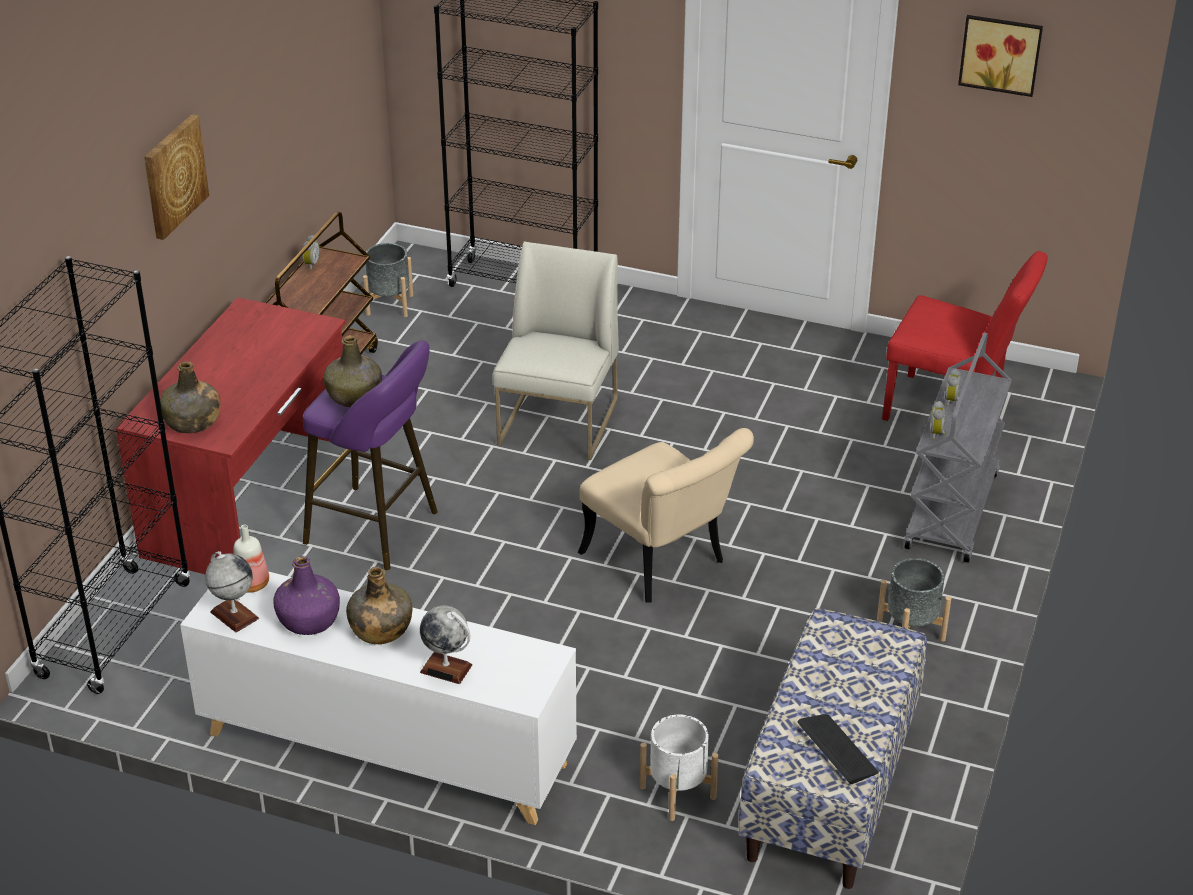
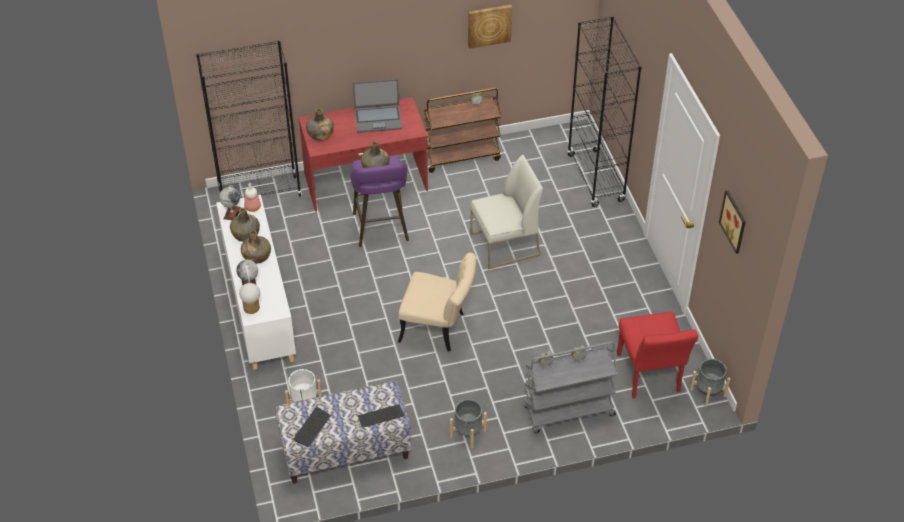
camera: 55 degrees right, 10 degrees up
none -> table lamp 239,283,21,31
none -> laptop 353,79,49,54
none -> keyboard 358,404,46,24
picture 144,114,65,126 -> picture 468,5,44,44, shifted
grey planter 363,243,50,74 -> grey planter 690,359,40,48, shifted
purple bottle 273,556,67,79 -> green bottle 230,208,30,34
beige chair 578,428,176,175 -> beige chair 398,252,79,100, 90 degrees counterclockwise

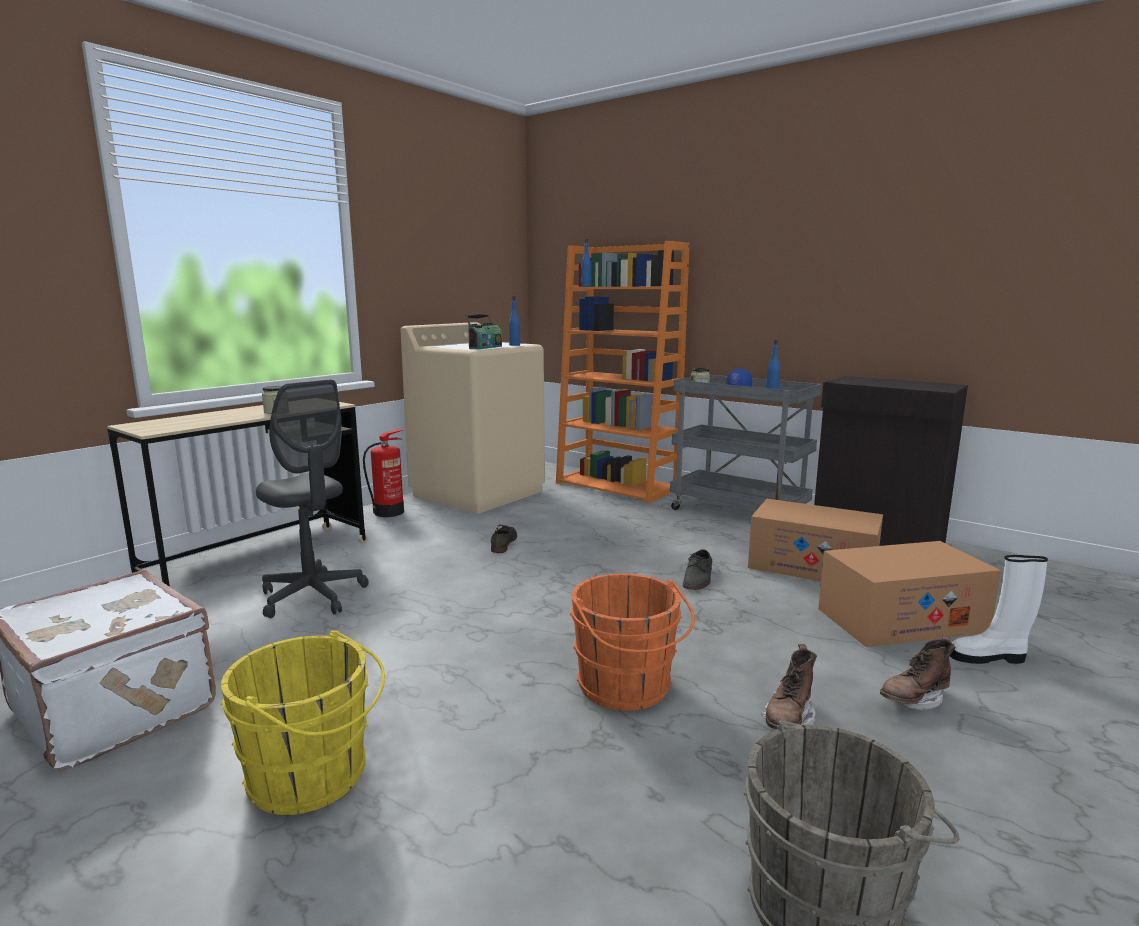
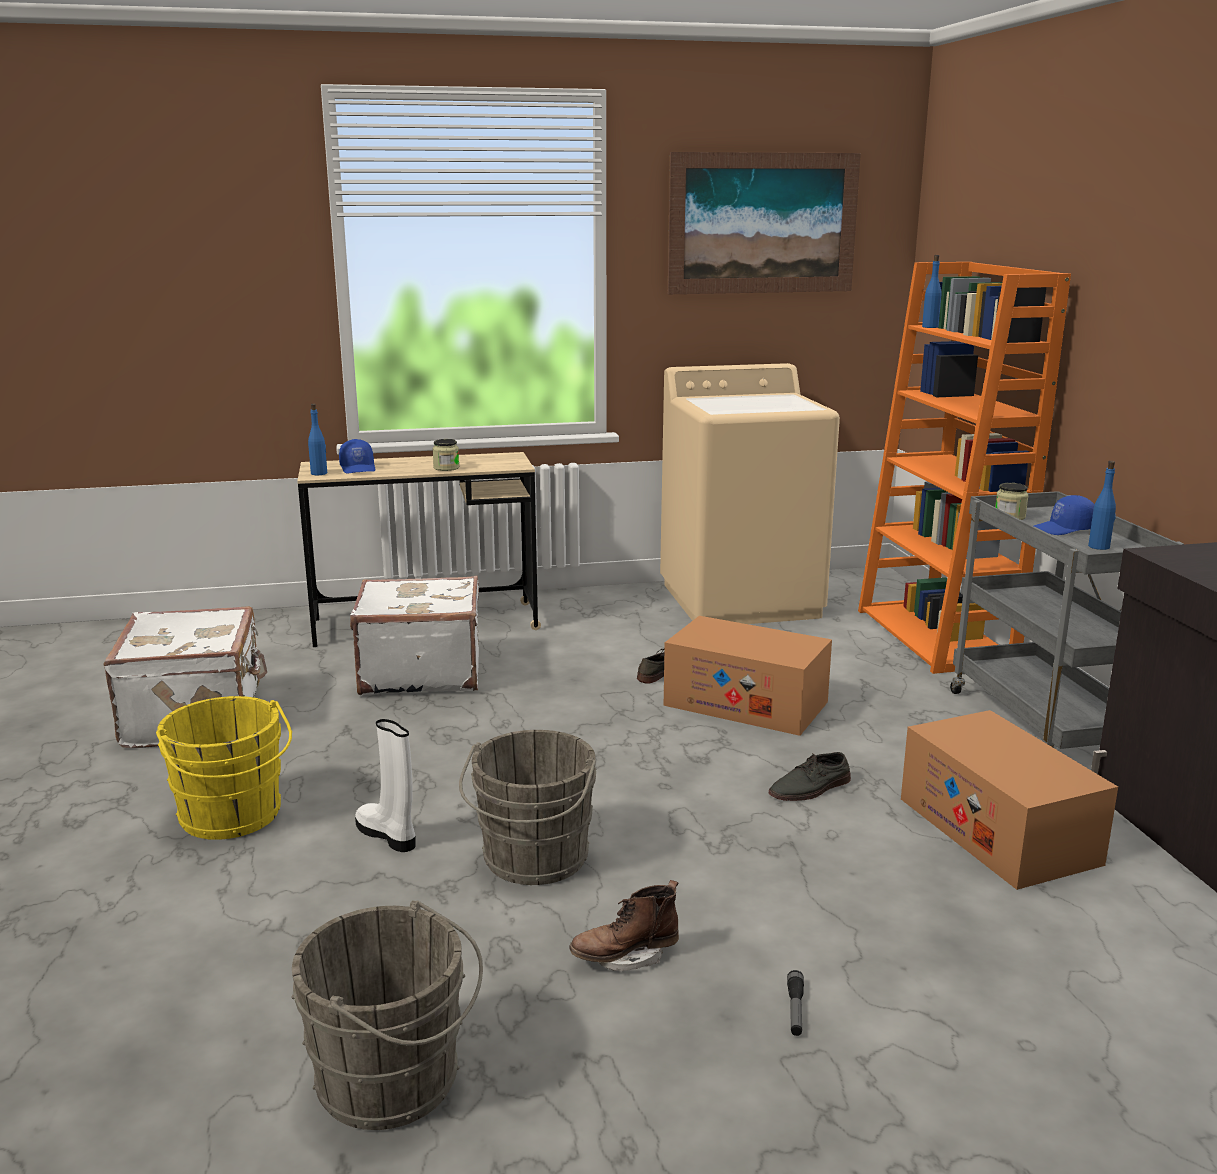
camera: 40 degrees right, 5 degrees up
fire extinguisher 363,429,41,88 -> none
radio 465,314,37,36 -> none
none -> blue cap 339,439,36,35
none -> picture 668,152,193,142
blue bottle 509,296,11,50 -> blue bottle 308,403,19,72, shifted
cardboard box 818,541,183,106 -> cardboard box 664,616,168,120, shifted
white boot 950,555,98,109 -> white boot 355,719,61,133, shifted
grey office chair 256,380,113,238 -> white suitcase 350,576,129,119
brown boot 880,635,75,75 -> flashlight 787,970,17,66
orange bucket 570,573,125,138 -> grey bucket 459,730,138,155

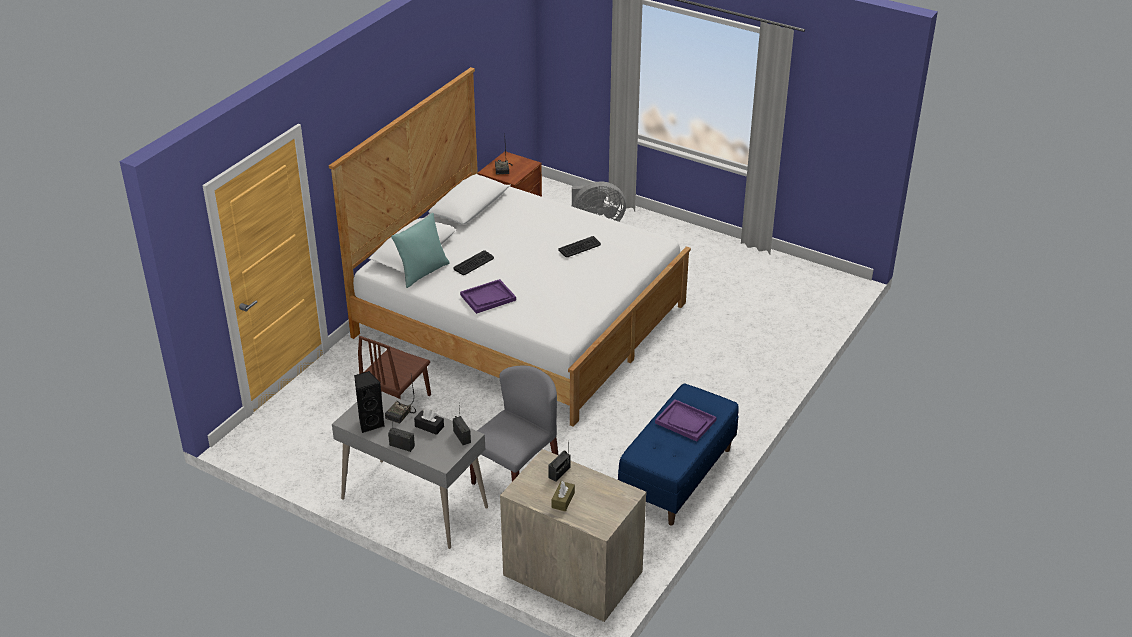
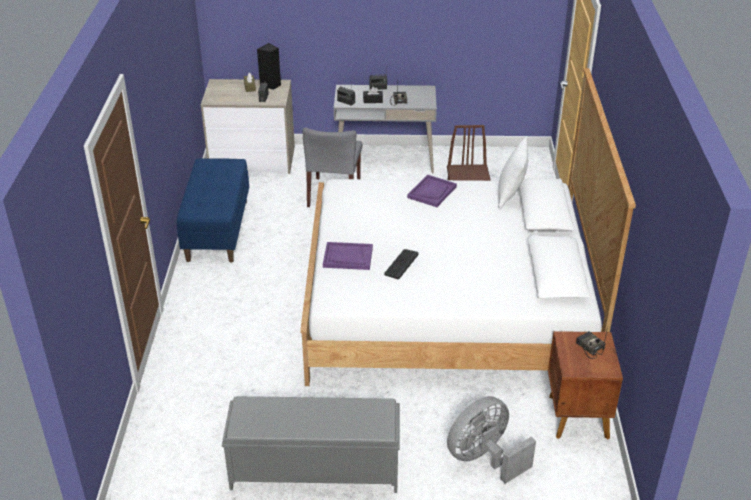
camera: 150 degrees right, 0 degrees up
keyboard 453,250,41,25 -> none
none -> grey bench 222,396,178,97
black speaker 354,371,31,62 -> black speaker 257,43,24,47, shifted
purple tray 655,399,62,43 -> purple tray 323,242,50,28, shifted
turquoise pillow 391,213,59,75 -> white pillow 498,137,30,73

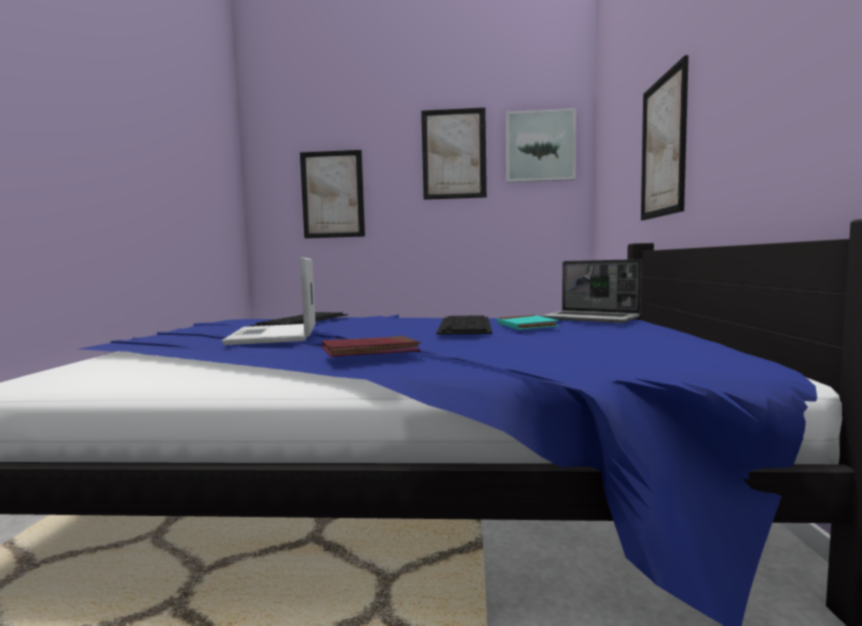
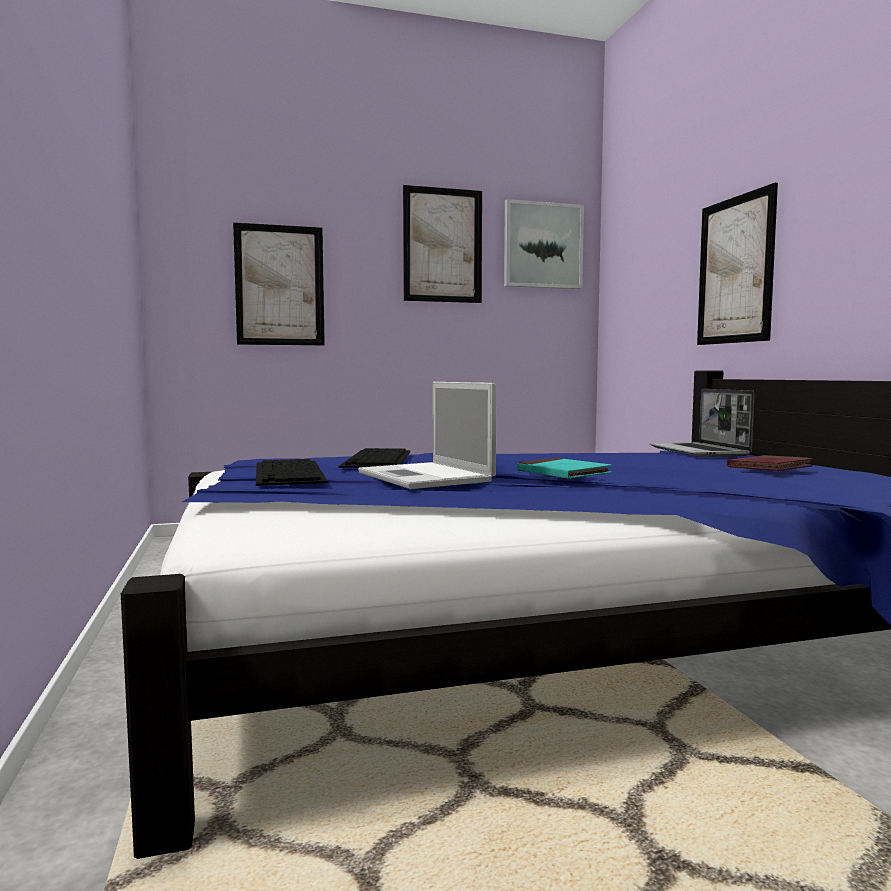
camera: 20 degrees left, 0 degrees up
red book 322,336,99,21 -> red book 727,455,86,16, shifted
keyboard 436,315,56,20 -> keyboard 256,459,72,27, shifted
turquoise book 497,315,62,15 -> turquoise book 517,458,95,21, shifted
laptop 541,259,101,64 -> laptop 650,389,105,68, 60 degrees clockwise

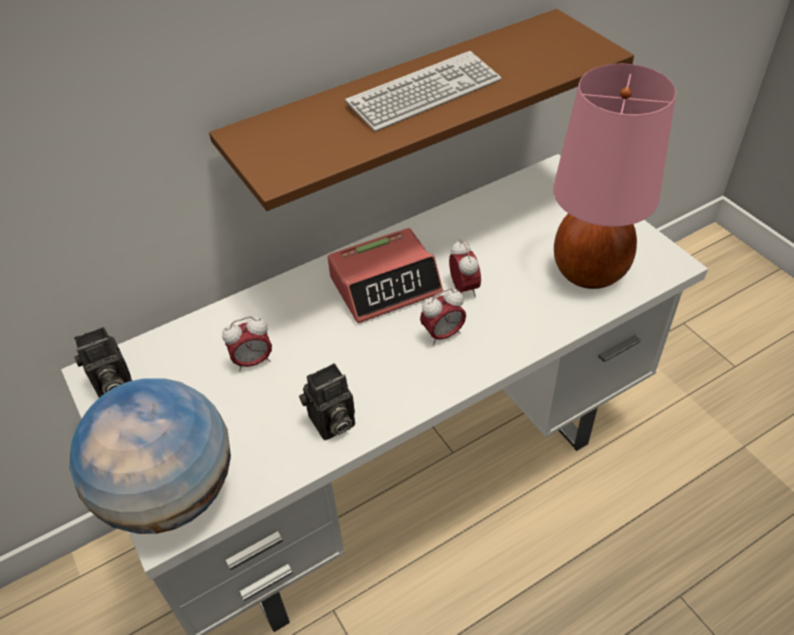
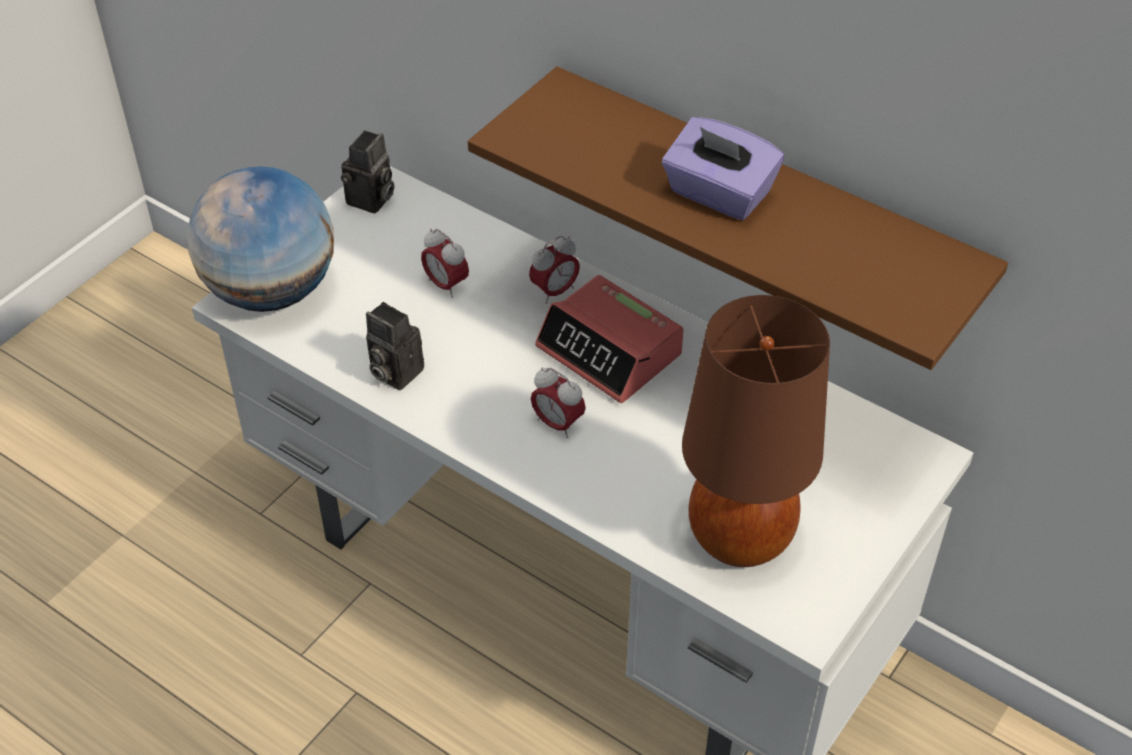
camera: 65 degrees right, 0 degrees up
alarm clock 449,239,32,58 -> alarm clock 529,236,51,68, shifted
keyboard 345,51,156,80 -> purple tissue box 662,117,122,103
pink table lamp 553,64,123,225 -> brown table lamp 682,295,148,272
photo camera 74,327,58,71 -> photo camera 341,130,53,83, 105 degrees counterclockwise

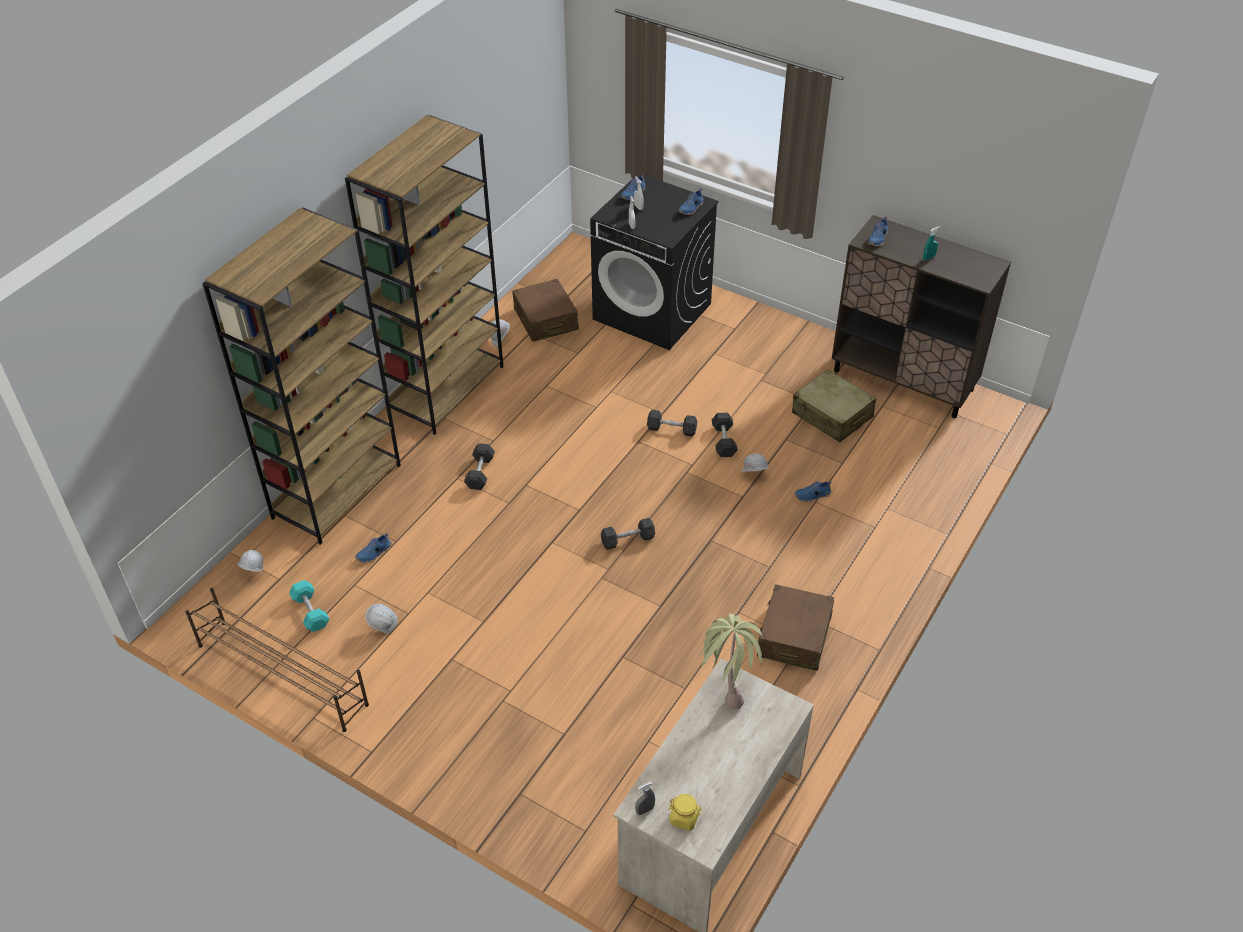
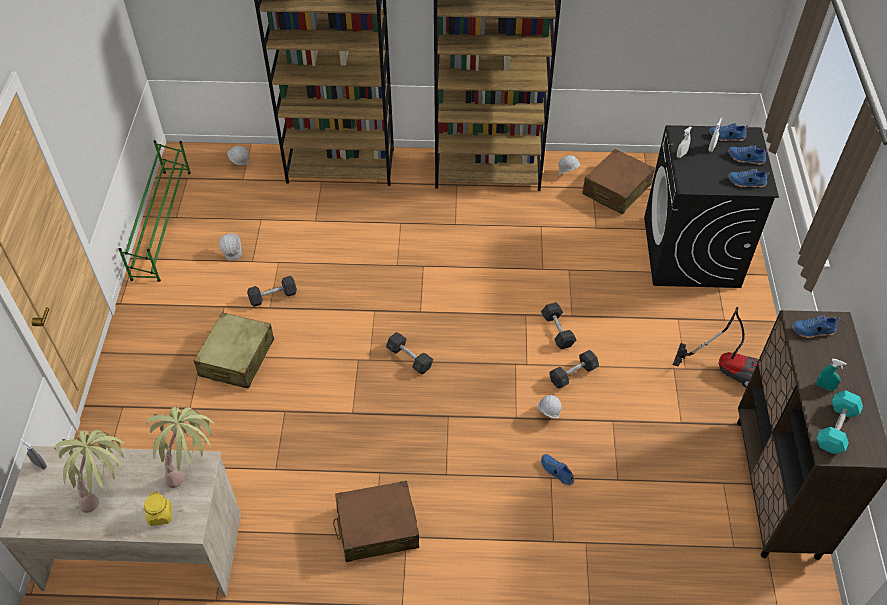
camera: 60 degrees right, 5 degrees up
none -> potted plant 55,430,71,83
none -> vacuum cleaner 673,307,86,81
turquoise dumbbell 289,580,40,52 -> turquoise dumbbell 817,390,46,64, shifted
blue shoe 355,533,36,30 -> blue shoe 728,145,40,20, shifted
grey dumbbell 464,443,31,47 -> grey dumbbell 247,276,50,31, shifted
yellow jar 668,794,34,37 -> yellow jar 144,491,28,35, shifted
beige suitcase 792,369,84,73 -> beige suitcase 194,312,80,77, shifted
brown shoe rack 186,588,183,144 -> green shoe rack 118,140,73,142

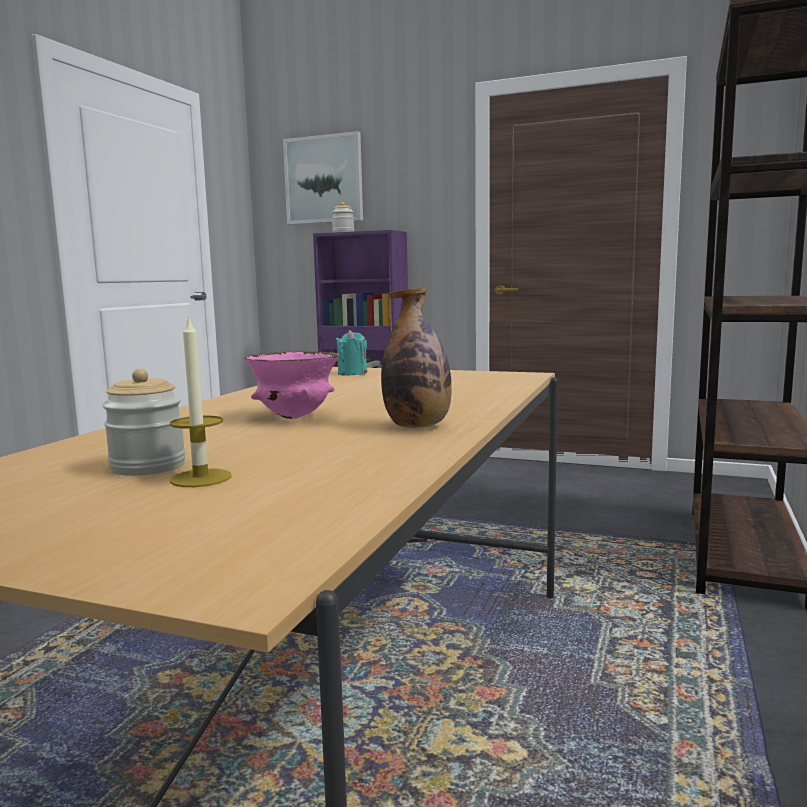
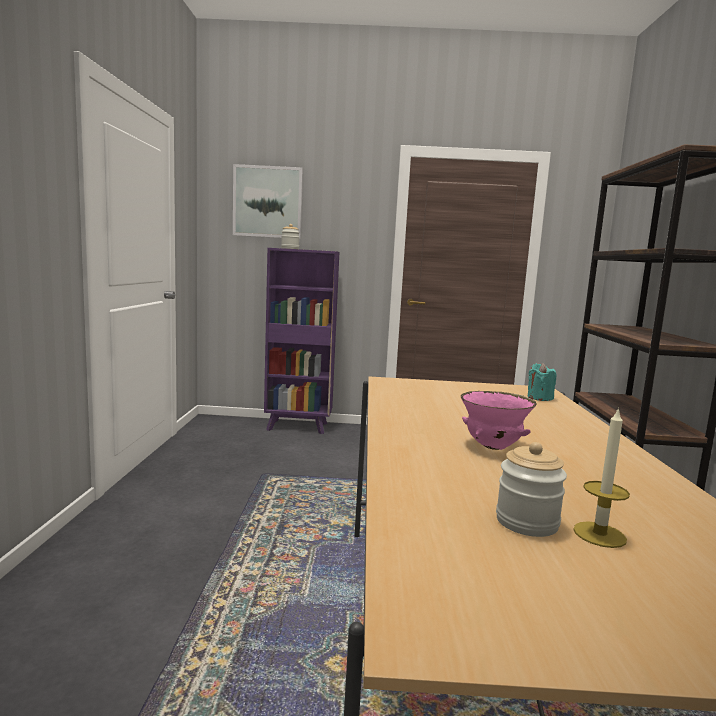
camera: 20 degrees left, 0 degrees up
bottle 381,287,71,141 -> none
turquoise candle 336,330,31,46 -> turquoise candle 528,363,29,38, shifted

